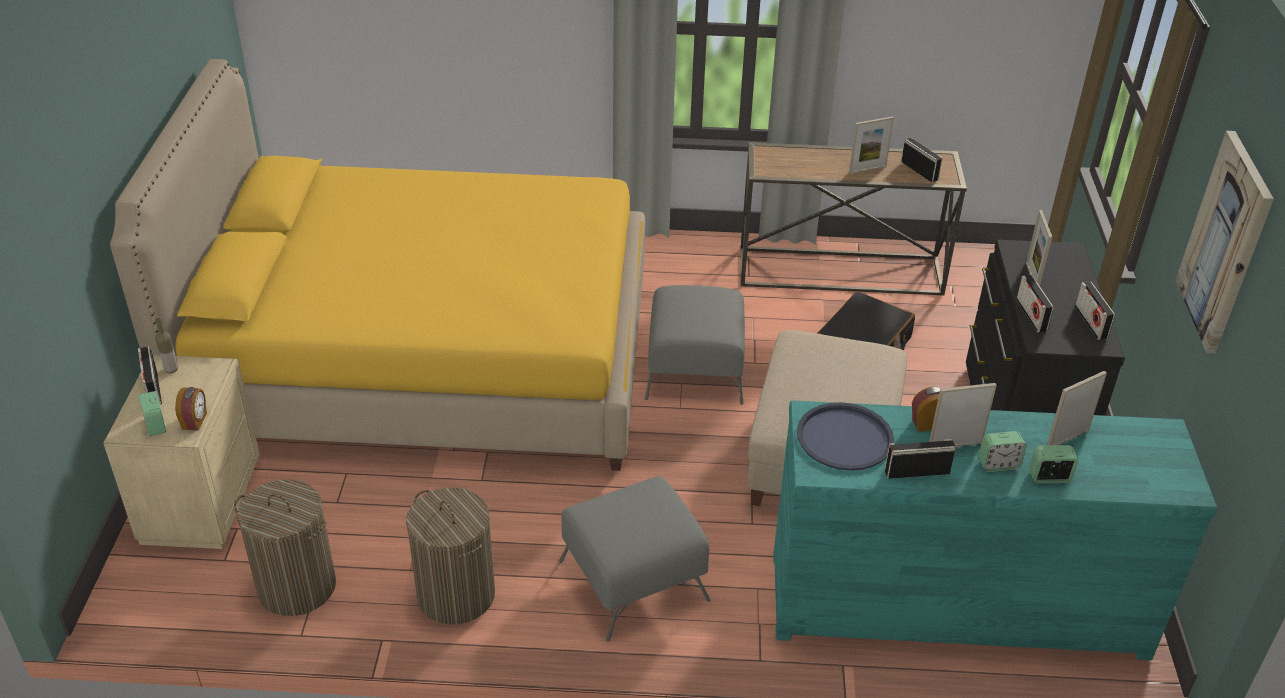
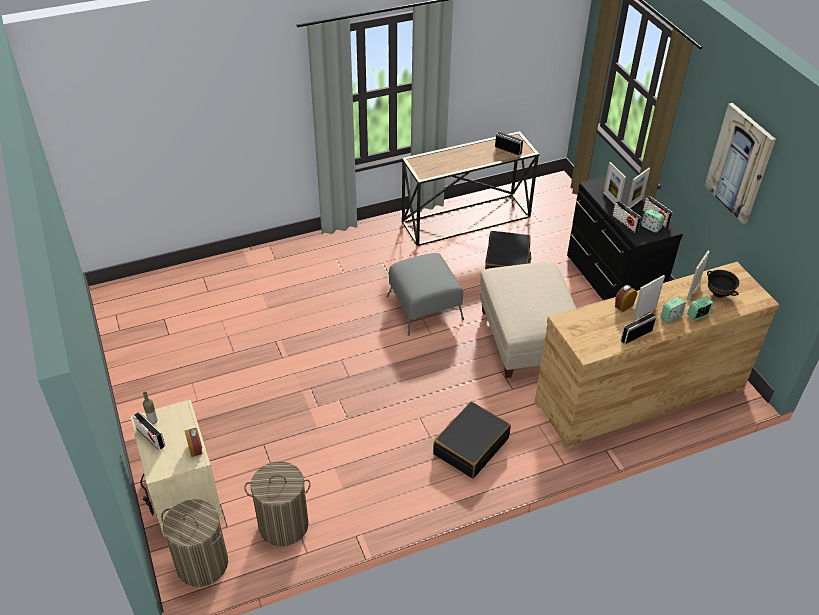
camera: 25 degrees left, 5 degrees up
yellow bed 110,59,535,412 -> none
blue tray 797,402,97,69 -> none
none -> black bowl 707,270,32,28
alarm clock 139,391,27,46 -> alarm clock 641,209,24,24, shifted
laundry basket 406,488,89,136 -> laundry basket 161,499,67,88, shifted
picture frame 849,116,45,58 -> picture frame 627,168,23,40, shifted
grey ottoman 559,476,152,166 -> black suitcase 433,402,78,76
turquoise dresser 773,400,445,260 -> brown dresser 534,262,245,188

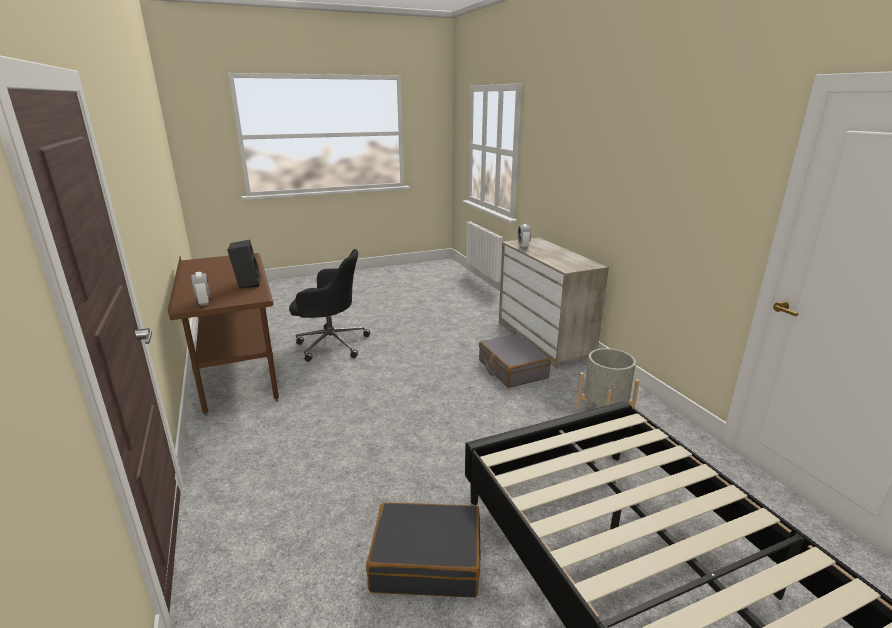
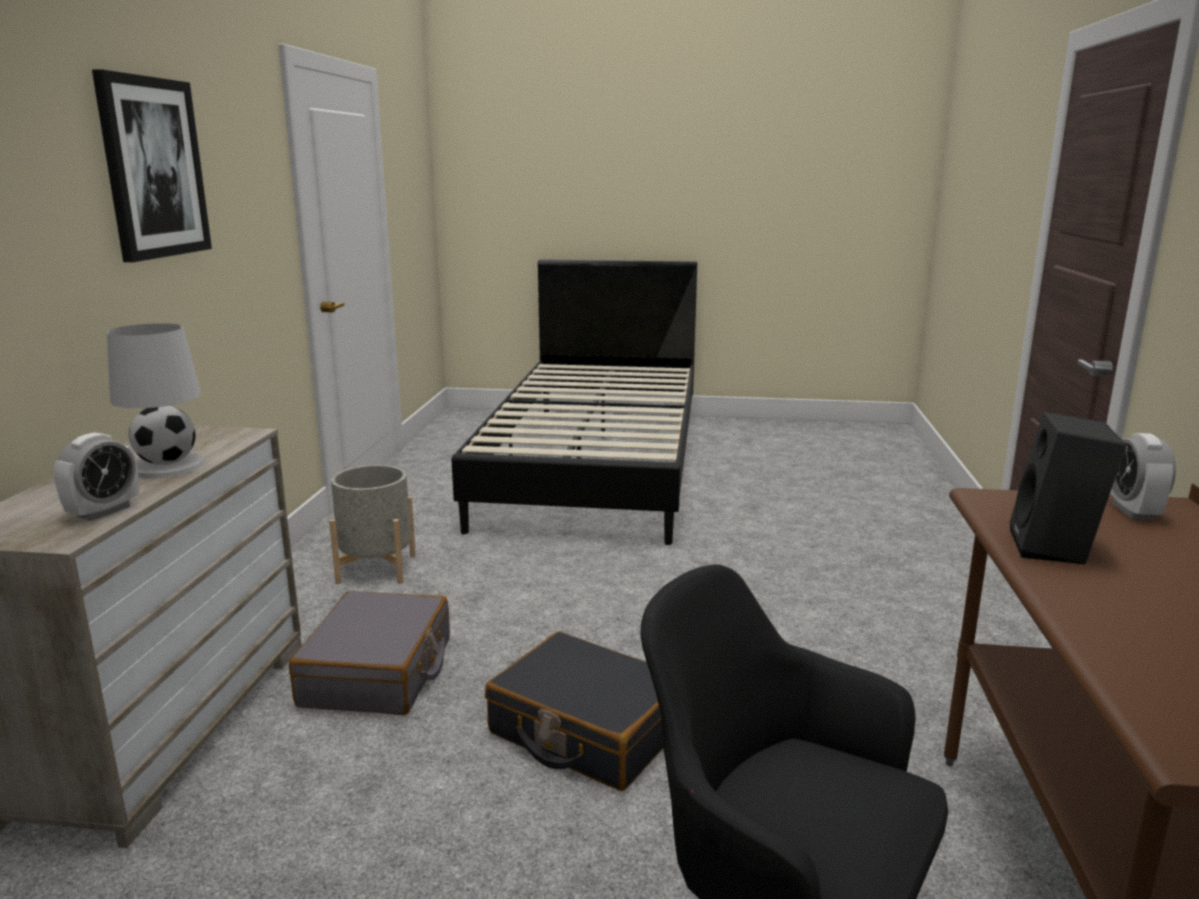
camera: 150 degrees left, 5 degrees down
none -> picture 92,69,120,193
none -> white table lamp 107,323,97,155
black suitcase 366,502,114,95 -> black suitcase 485,632,178,159, shifted

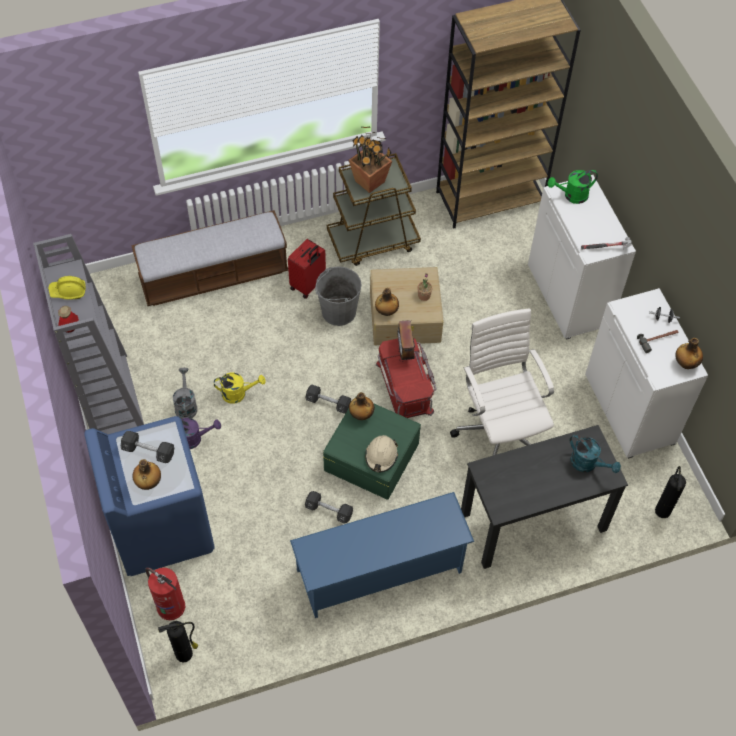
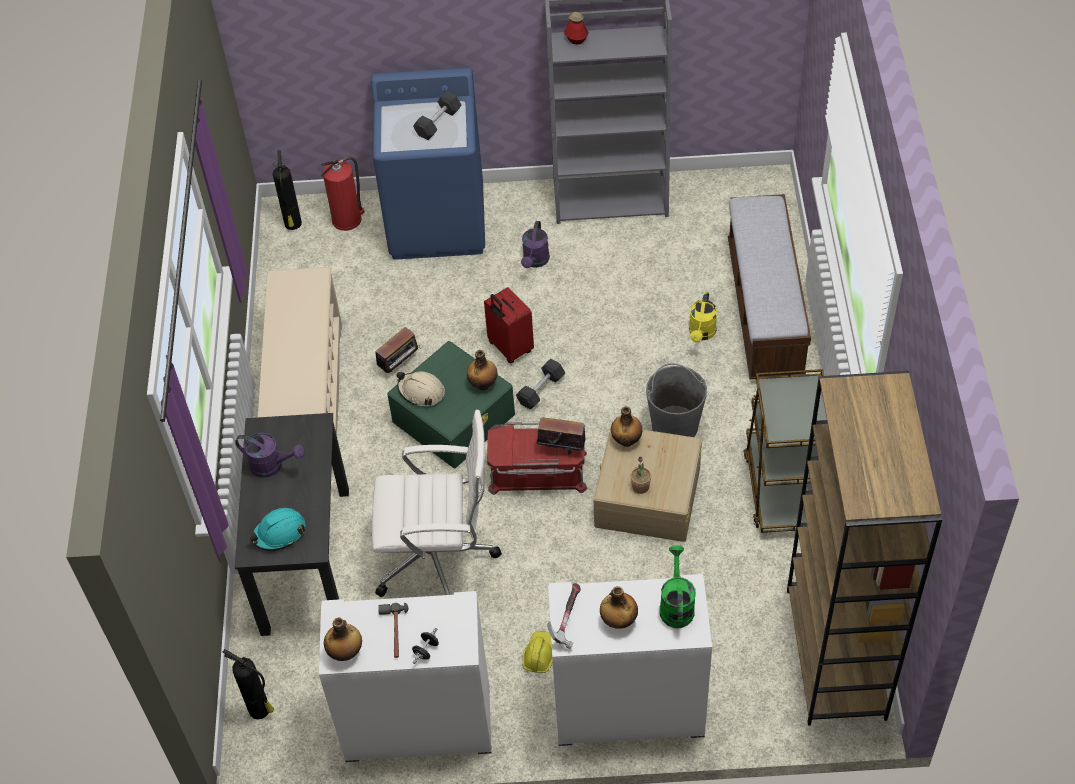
camera: 110 degrees right, 5 degrees down
grey watering can 173,368,24,51 -> none
potted plant 349,126,43,67 -> none
none -> purple watering can 235,433,70,45
yellow hard hat 48,276,38,24 -> yellow hard hat 522,631,31,42, shifted
bottle 133,459,28,31 -> bottle 600,586,38,43, shifted
yellow watering can 214,373,52,31 -> yellow watering can 689,292,28,50, shifted
red suitcase 288,239,38,60 -> red suitcase 484,287,50,76, shifted
black dumbbell 305,491,48,33 -> radio 375,327,46,46
turquoise watering can 570,434,51,39 -> turquoise hard hat 249,508,57,43
blue shoe rack 290,492,184,126 -> beige shoe rack 258,267,84,168

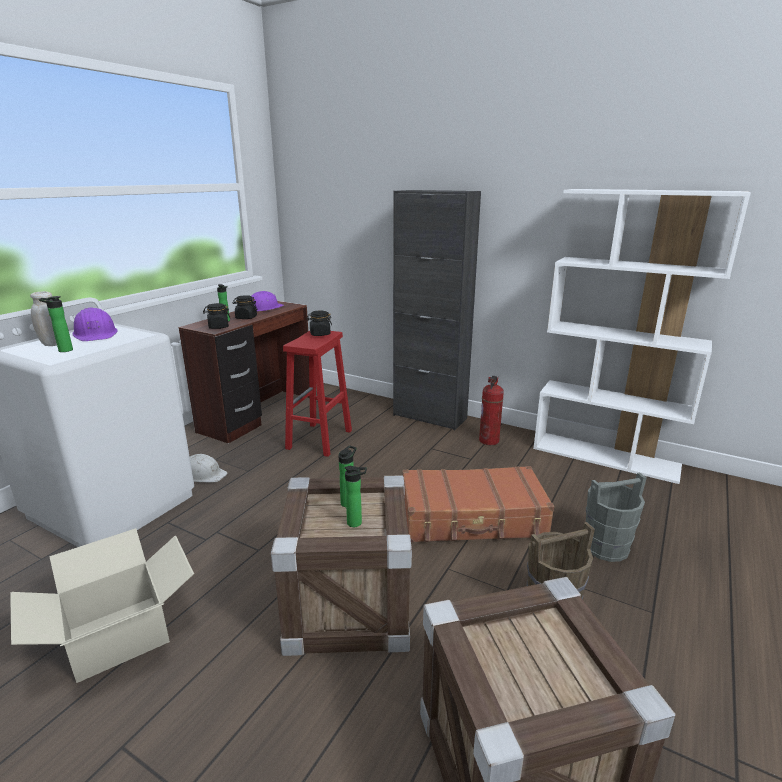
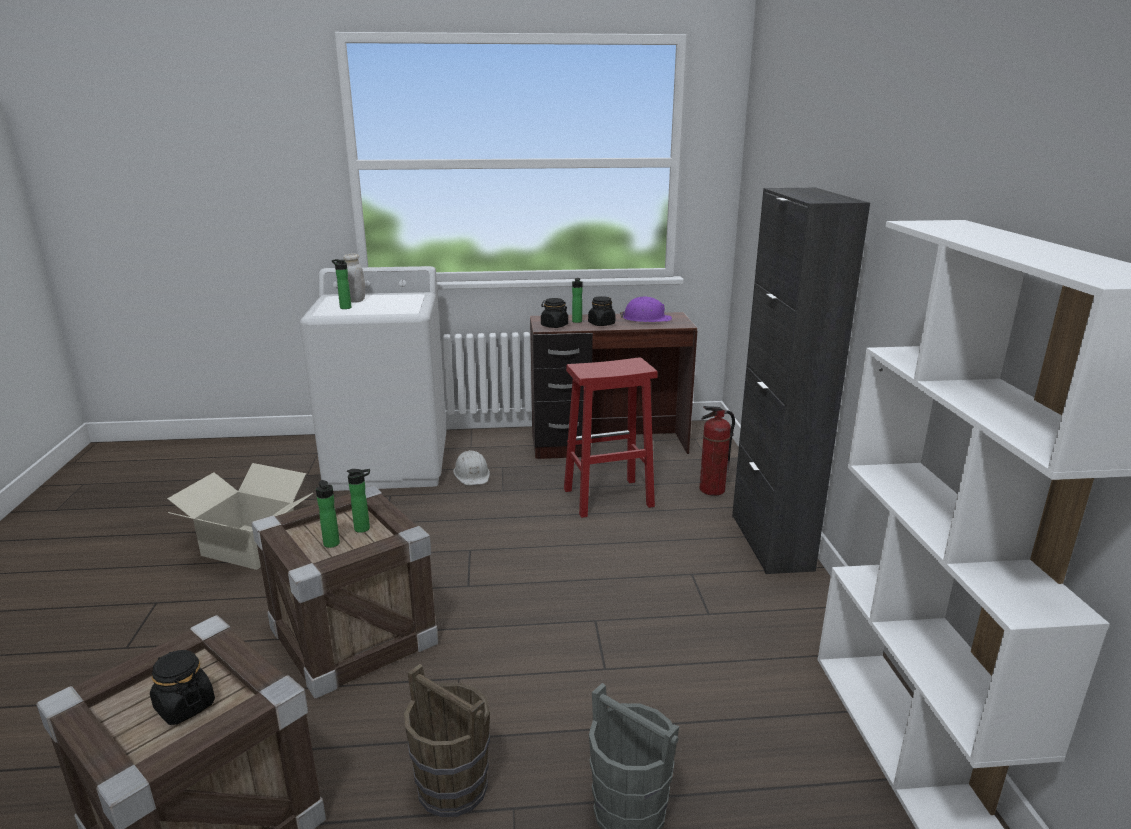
camera: 55 degrees right, 0 degrees up
purple hard hat 72,308,46,33 -> none
brown suitcase 403,466,151,76 -> none
black jar 306,311,26,25 -> black jar 150,650,65,75, shifted
fire extinguisher 479,376,25,69 -> fire extinguisher 699,406,36,90, shifted

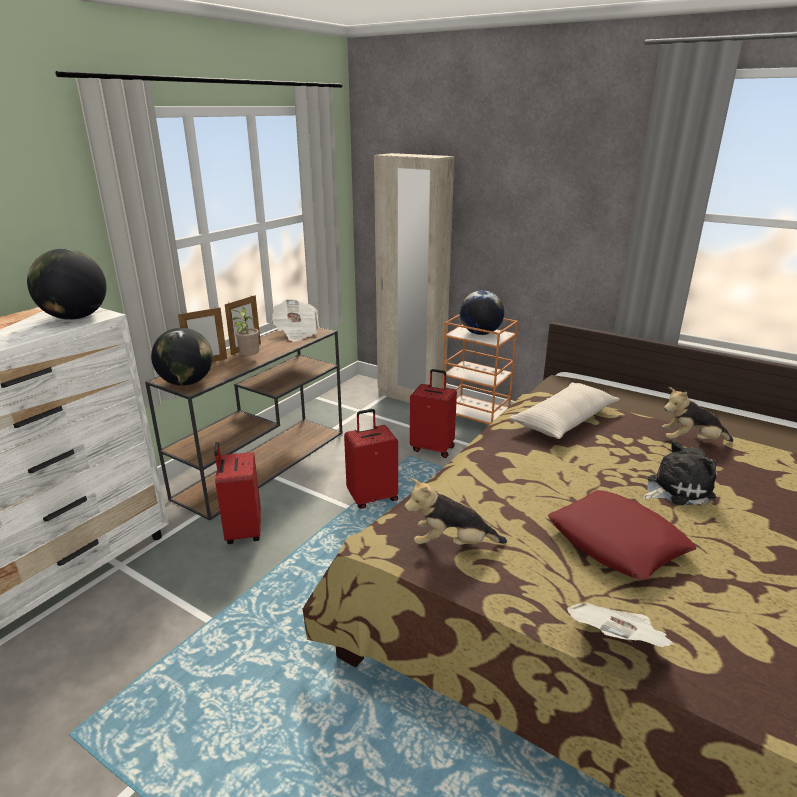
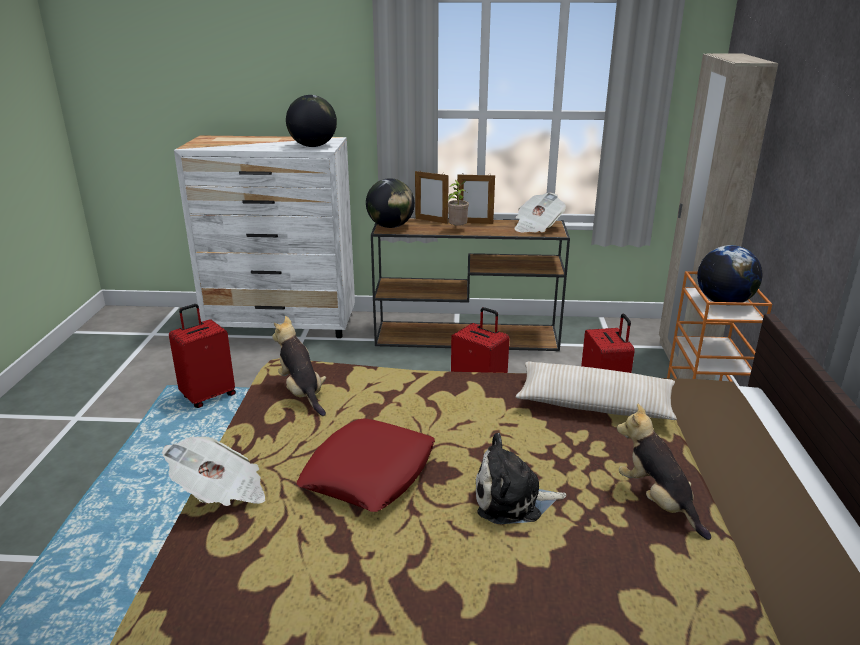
camera: 60 degrees right, 0 degrees up
red suitcase 214,442,47,102 -> red suitcase 169,304,67,104, shifted
plush toy 642,441,74,64 -> plush toy 476,433,91,91, 135 degrees clockwise

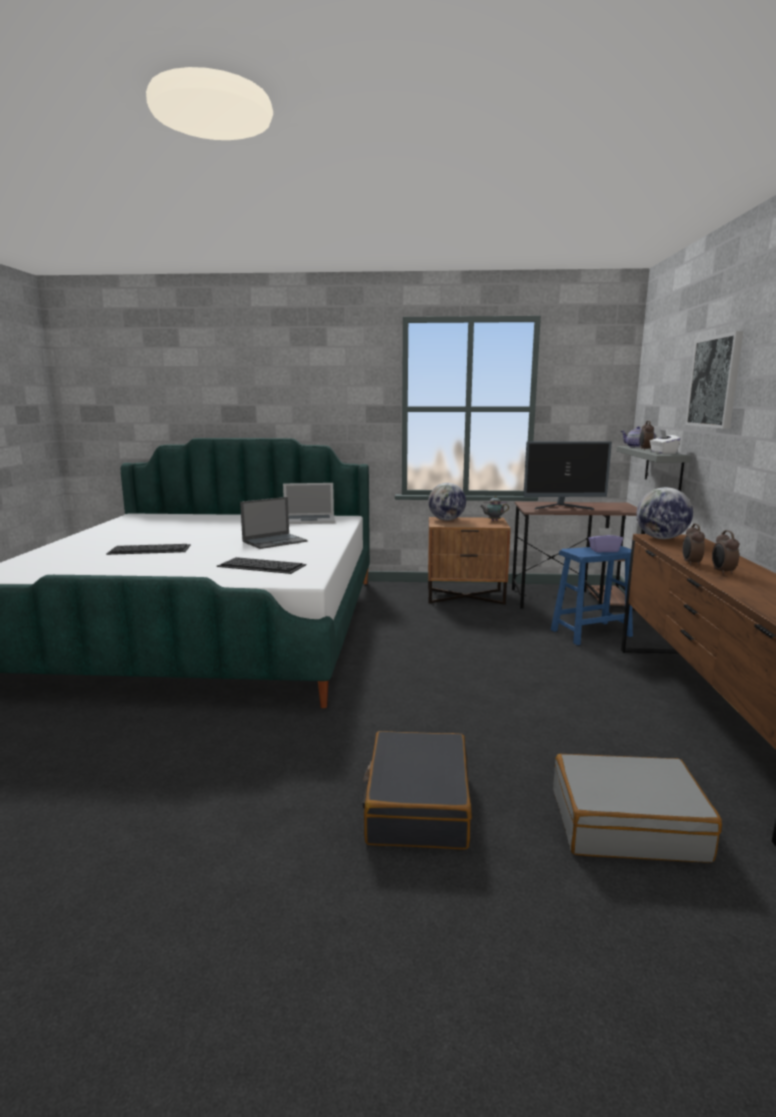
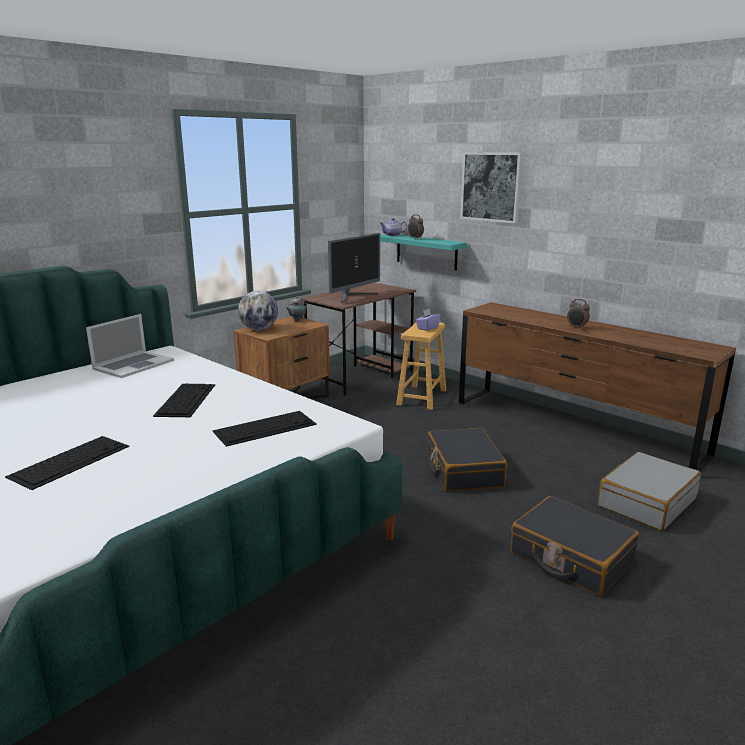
camera: 50 degrees left, 5 degrees up
globe 636,487,57,52 -> none
white tissue box 650,430,31,24 -> none
alarm clock 682,524,23,42 -> none
none -> black suitcase 427,428,80,64
laptop 240,497,67,52 -> keyboard 153,384,62,33
blue stool 551,546,82,99 -> brown stool 396,323,50,87
grey shelf 617,446,74,45 -> turquoise shelf 380,234,87,37

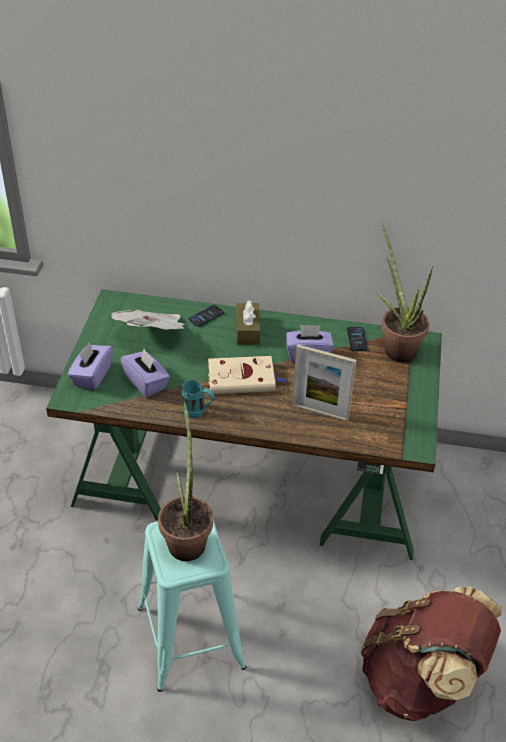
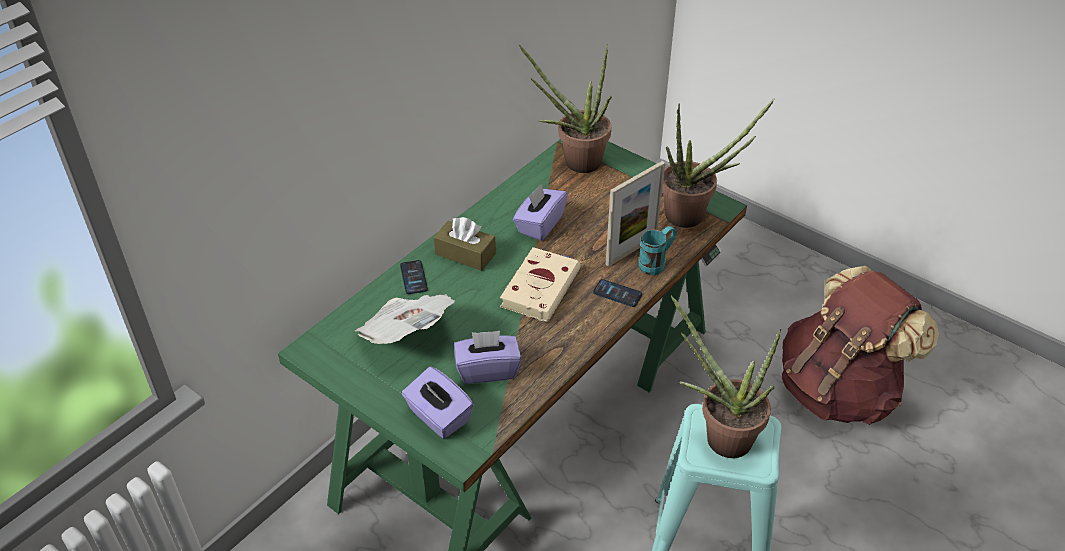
camera: 60 degrees left, 0 degrees up
none -> potted plant 662,99,113,129
turquoise mug 182,380,33,38 -> turquoise mug 639,226,38,49, shifted
phone 347,327,21,24 -> phone 593,279,49,28, shifted

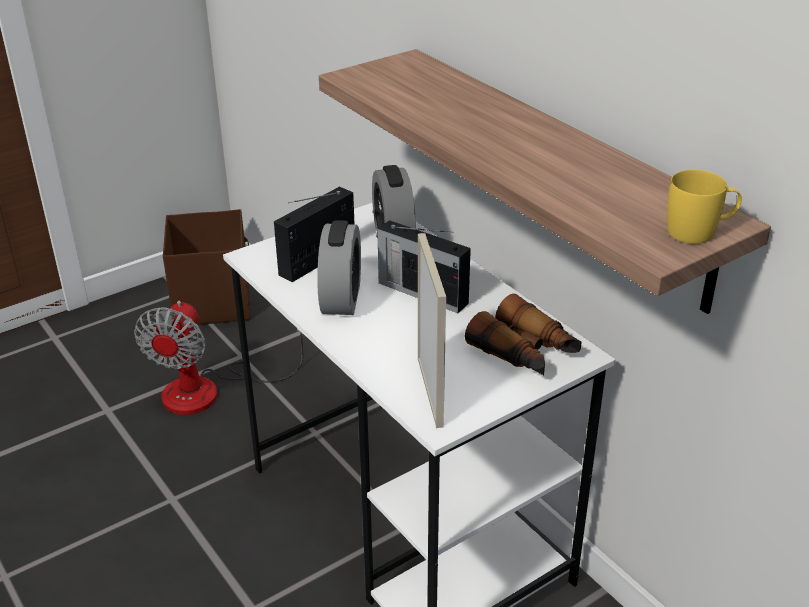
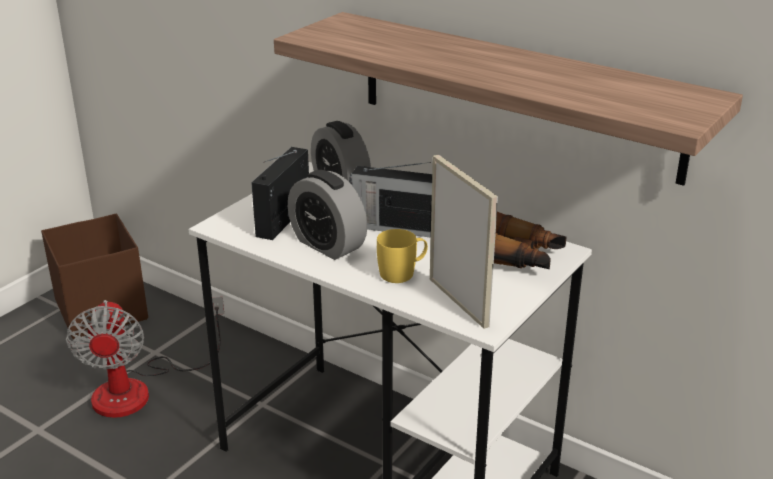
camera: 20 degrees left, 5 degrees down
yellow mug 667,170,75,74 -> yellow mug 377,229,51,54, shifted
alarm clock 317,220,44,95 -> alarm clock 288,170,79,90, 150 degrees clockwise

